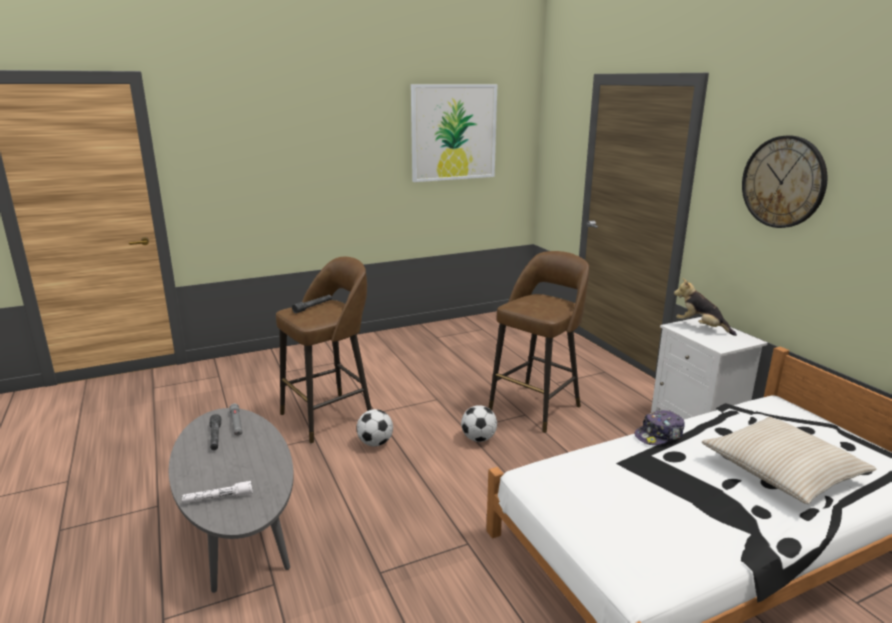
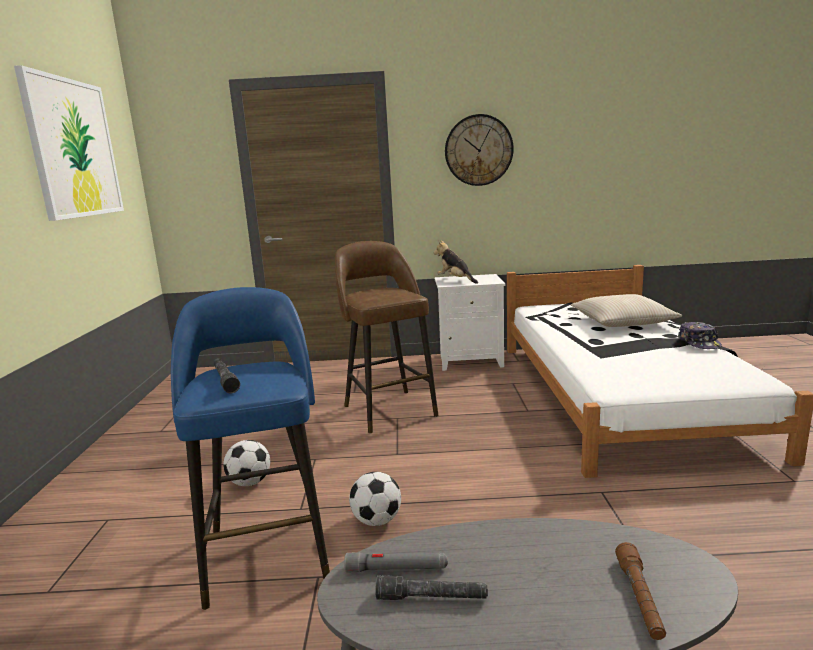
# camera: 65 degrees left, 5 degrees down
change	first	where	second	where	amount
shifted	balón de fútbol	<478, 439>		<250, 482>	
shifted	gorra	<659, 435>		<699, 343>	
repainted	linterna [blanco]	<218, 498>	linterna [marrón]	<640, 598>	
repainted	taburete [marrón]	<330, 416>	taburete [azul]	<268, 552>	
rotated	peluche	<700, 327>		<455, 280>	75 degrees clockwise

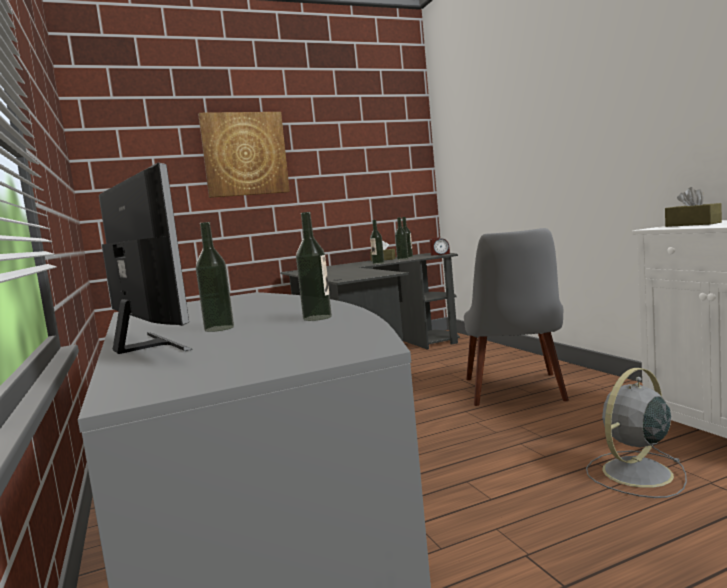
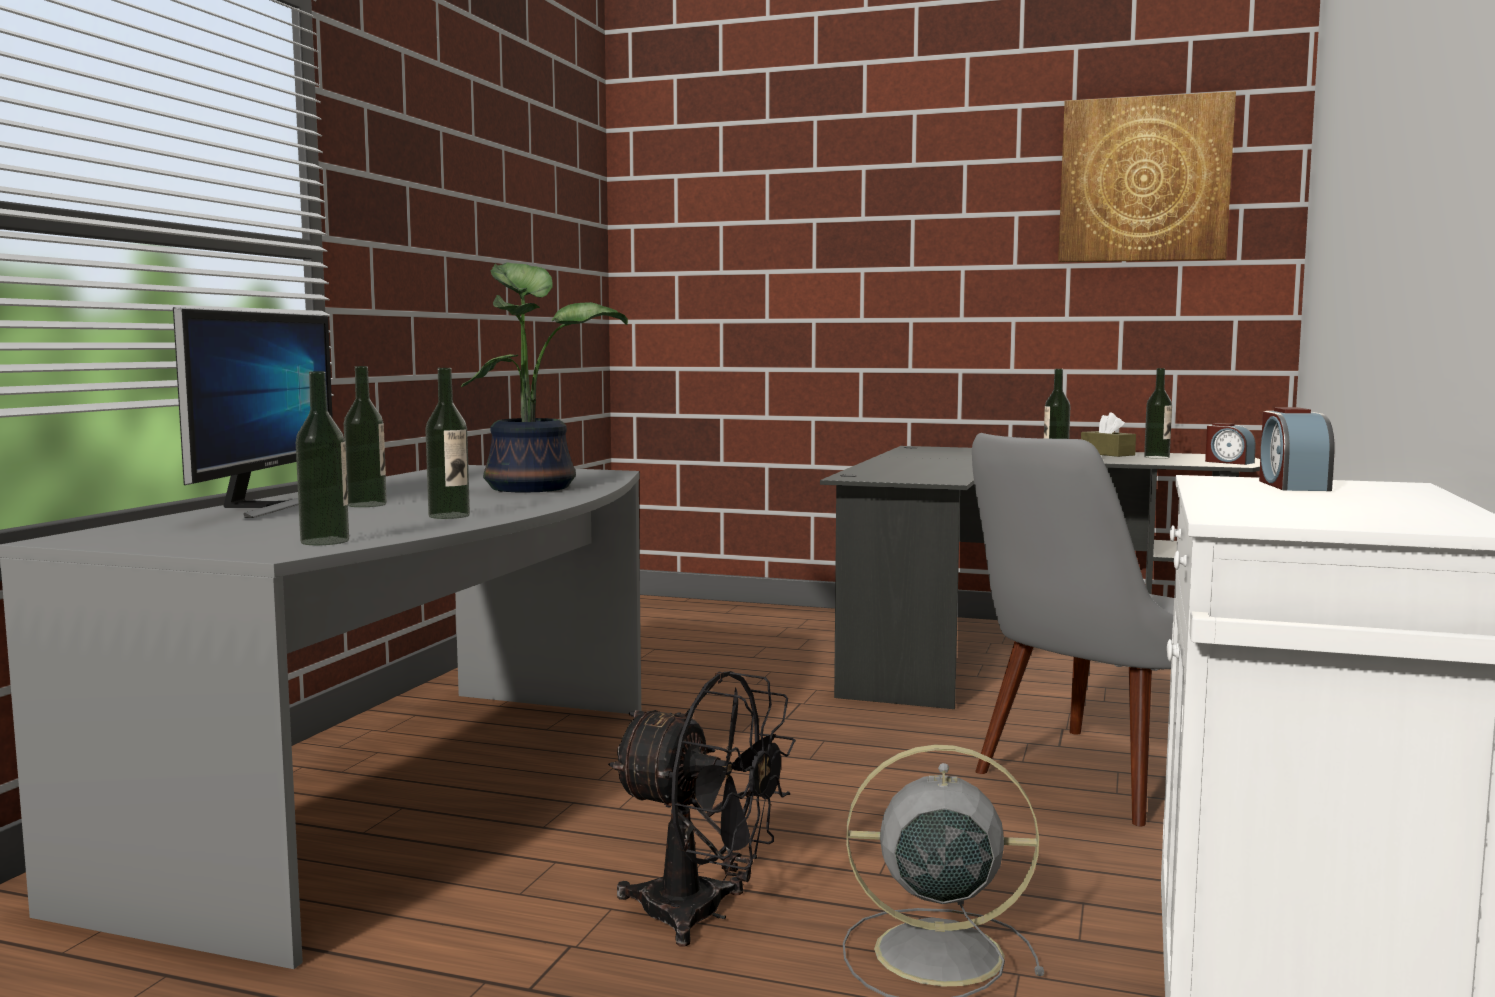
# camera: 40 degrees right, 0 degrees up
change	first	where	second	where	amount
new			planta en maceta	<533, 487>	
new			ventilador [negro]	<702, 914>	
shifted	cuadro	<245, 154>		<1144, 180>	
shifted	botella	<402, 259>		<325, 541>	
swapped	caja de pañuelos [marrón]	<692, 224>	despertador	<1292, 485>	

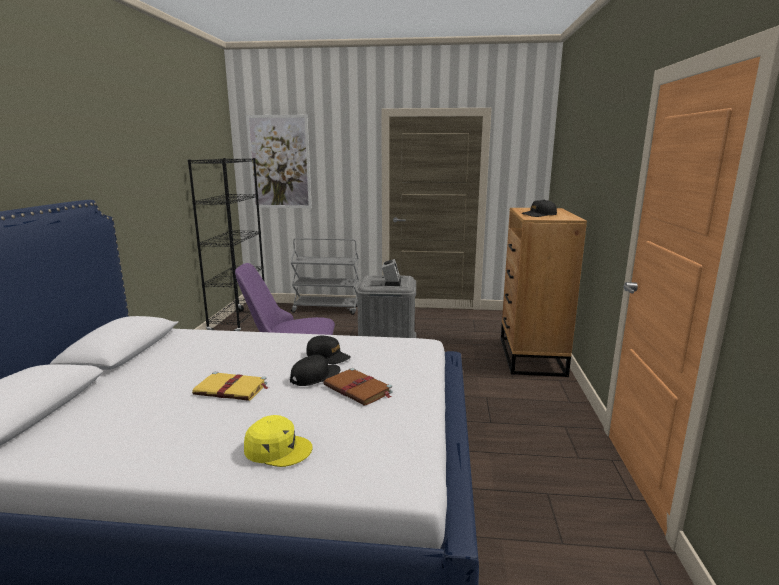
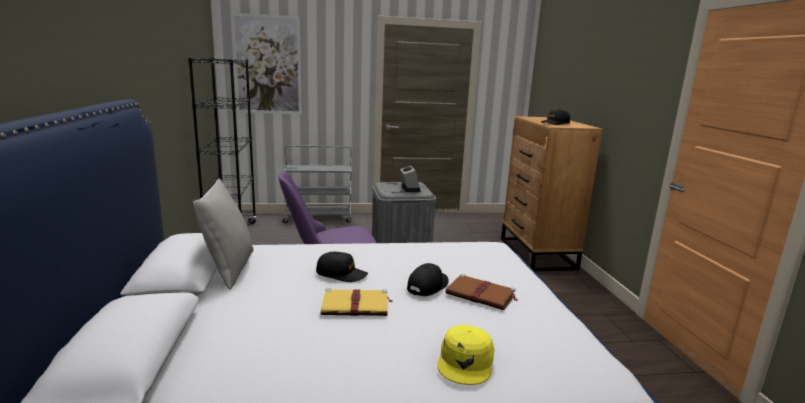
# camera: 15 degrees left, 0 degrees up
change	first	where	second	where	amount
new			cojín [gris]	<228, 269>	
shifted	gorra [negro]	<328, 356>		<341, 274>	
rotated	gorra [amarillo]	<278, 449>		<466, 362>	105 degrees clockwise

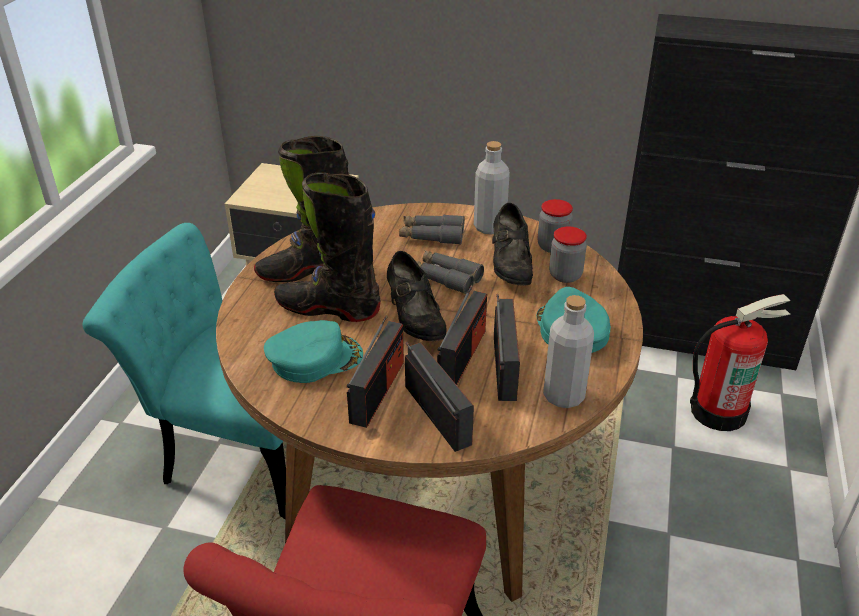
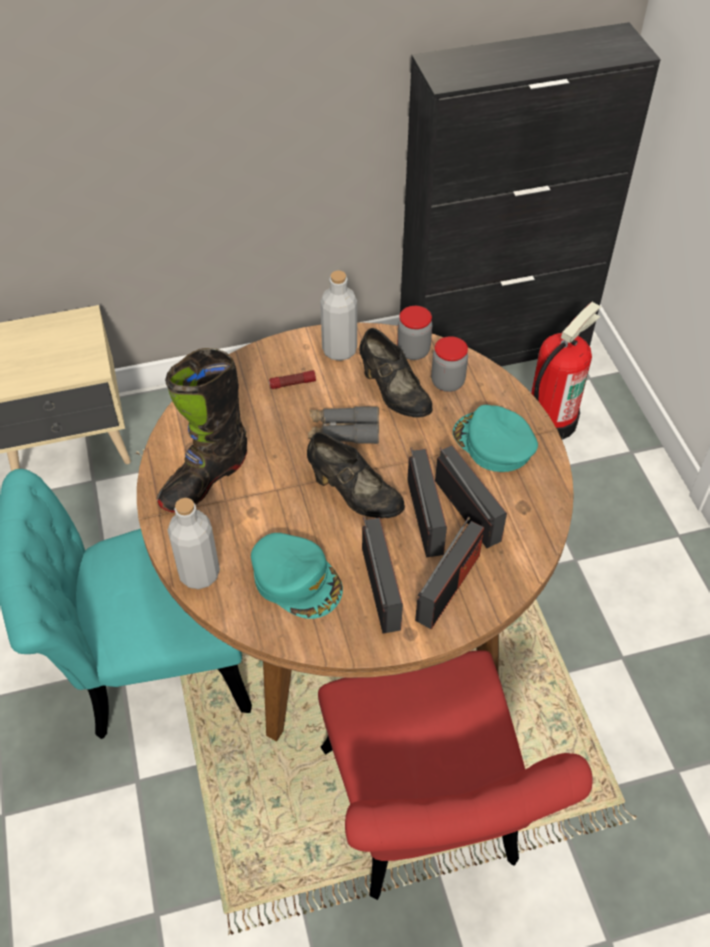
# camera: 30 degrees left, 15 degrees up
change	first	where	second	where	amount
gone	bota [negro]	<328, 308>			
shifted	botella [gris]	<563, 396>		<199, 573>	
swapped	prismáticos [gris]	<432, 235>	linterna	<292, 384>	
rotated	gorra [turquesa]	<314, 358>		<297, 580>	90 degrees clockwise
rotated	radio	<437, 414>		<448, 587>	90 degrees clockwise

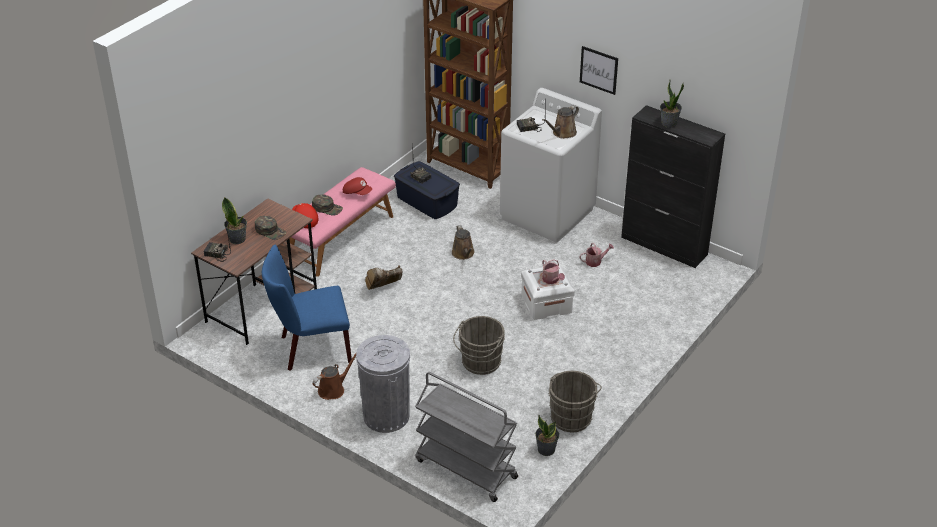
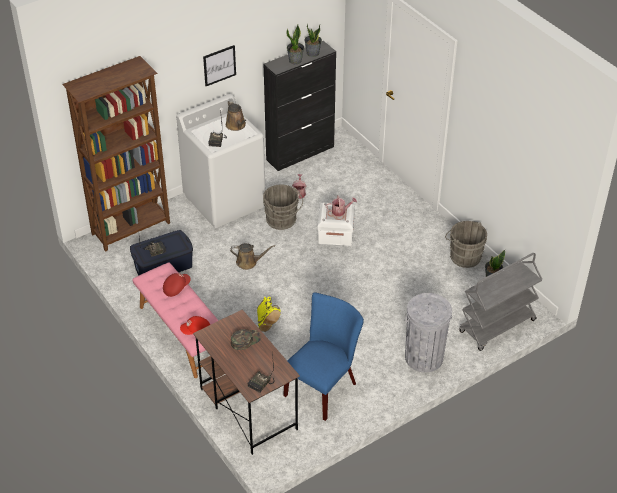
# camera: 70 degrees left, 5 degrees up
change	first	where	second	where	amount
gone	gorra [verde]	<327, 208>			
gone	regadera [marrón]	<333, 389>			
shifted	planta en maceta	<237, 239>		<312, 53>	
shifted	cubo [gris]	<479, 363>		<282, 221>	
repainted	bota [marrón]	<383, 288>	bota [amarillo]	<267, 322>	
rotated	silla [azul]	<311, 349>		<323, 387>	150 degrees counterclockwise

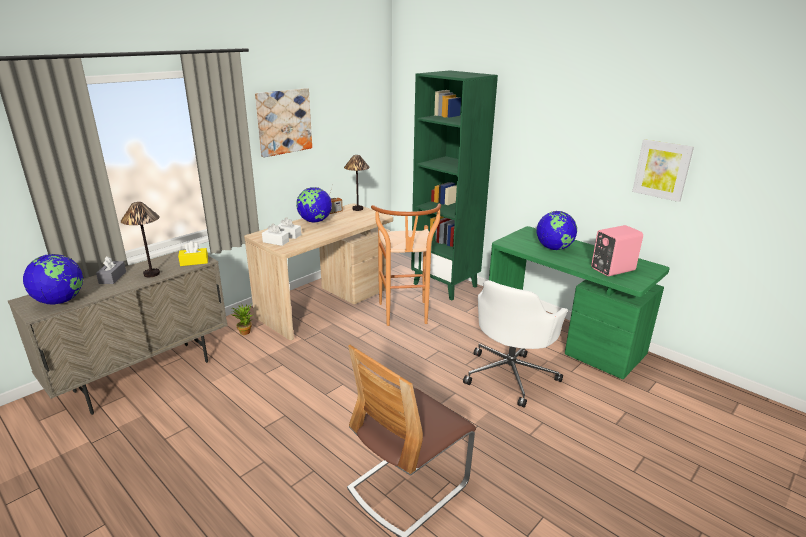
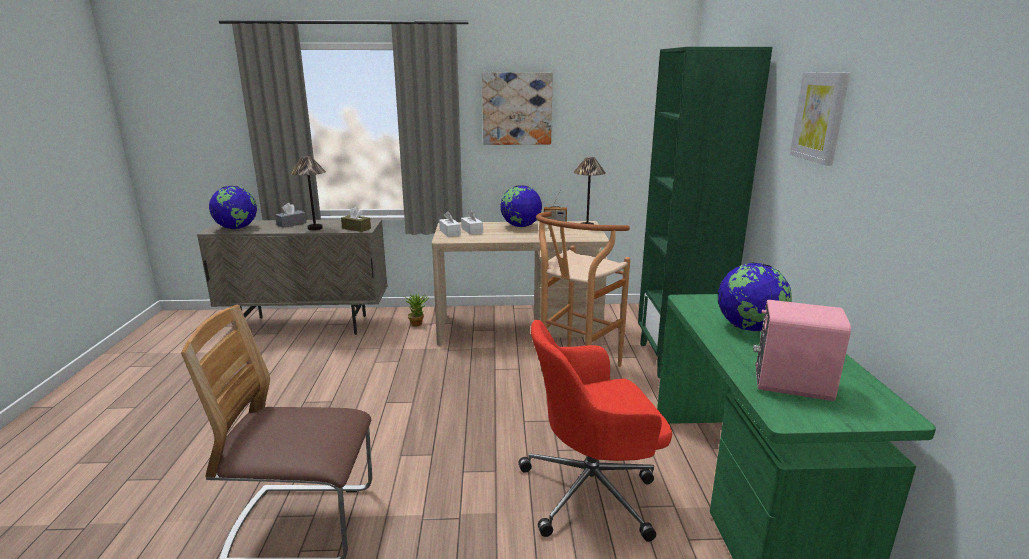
# camera: 45 degrees right, 5 degrees down
change	first	where	second	where	amount
shifted	cuadro	<662, 170>		<820, 117>	
repainted	caja de pañuelos [amarillo]	<194, 262>	caja de pañuelos [marrón]	<356, 228>	
repainted	silla de oficina [blanco]	<510, 374>	silla de oficina [rojo]	<592, 491>	

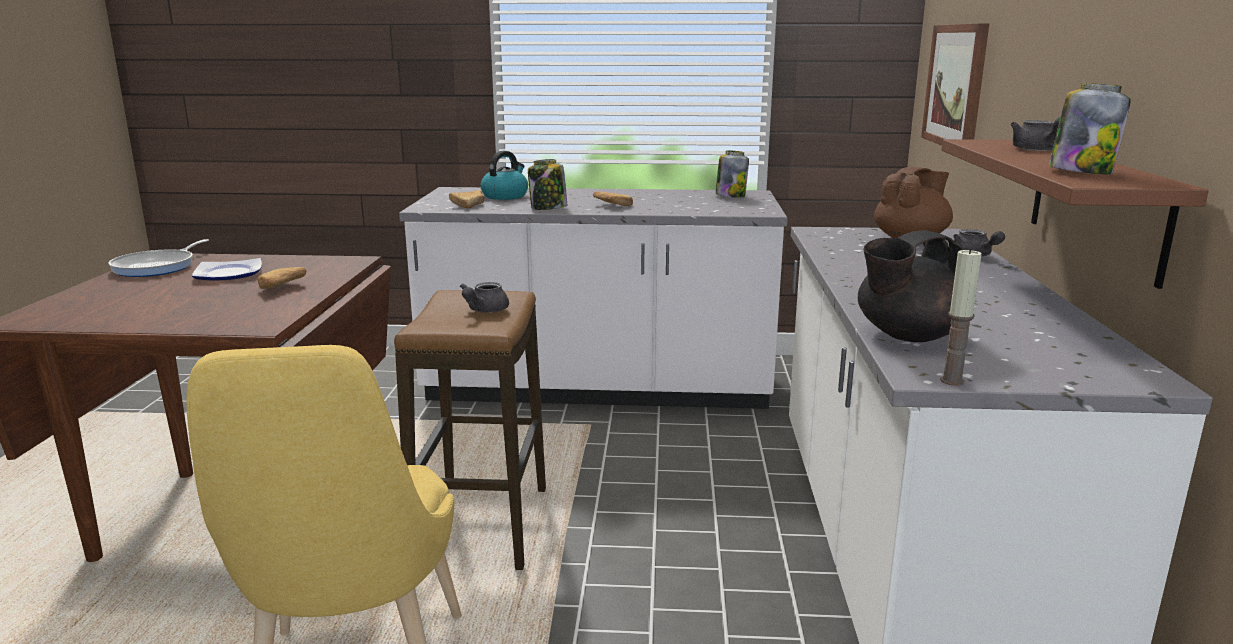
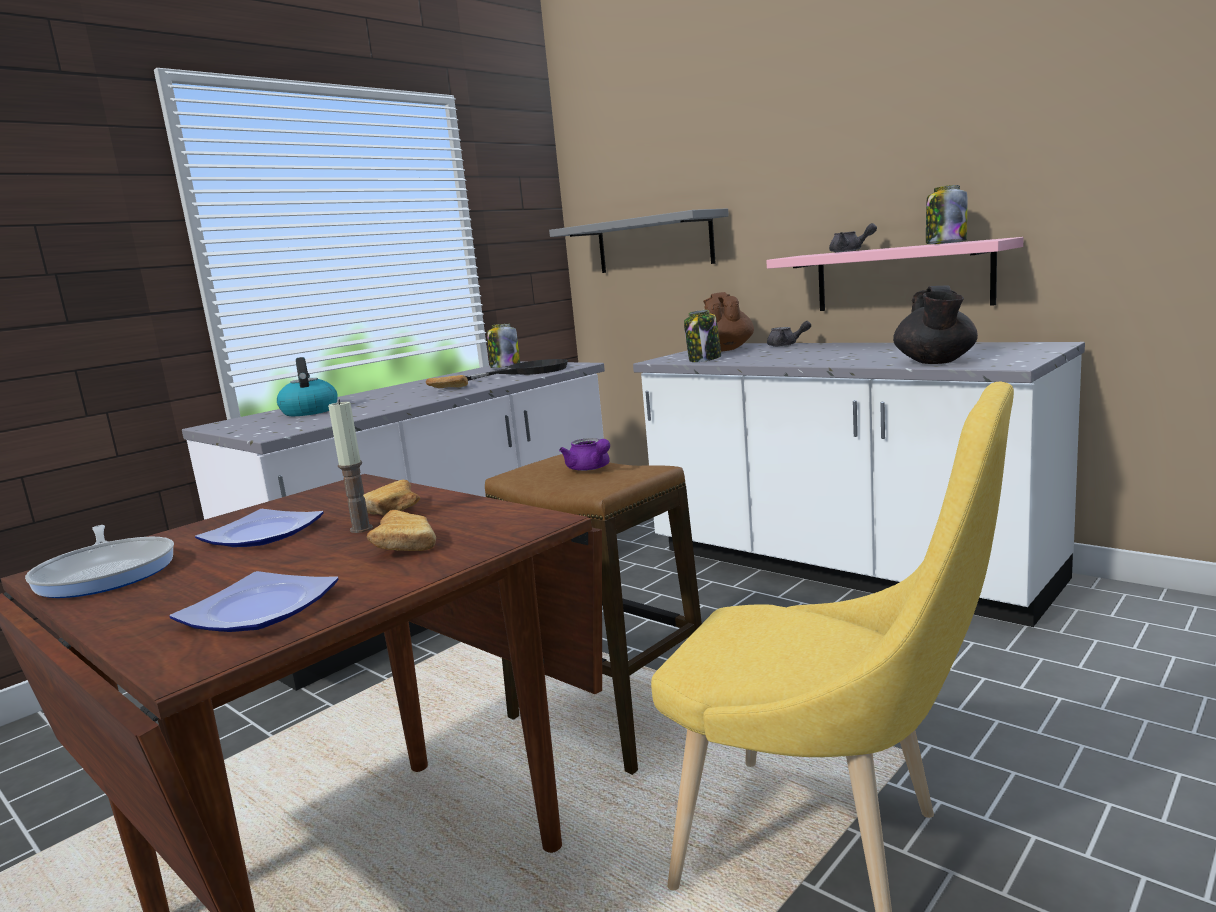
# camera: 50 degrees left, 5 degrees down
change	first	where	second	where	amount
new			plato	<263, 609>	
new			sartén [negro]	<527, 372>	
shifted	pan	<470, 205>		<404, 544>	
shifted	tarro	<548, 208>		<704, 359>	
shifted	vela	<952, 381>		<361, 529>	
swapped	cuadro	<956, 86>	estante [gris]	<654, 243>	
repainted	tetera [gris]	<484, 310>	tetera [morado]	<590, 469>	
repainted	estante [marrón]	<1096, 206>	estante [rosa]	<901, 277>	

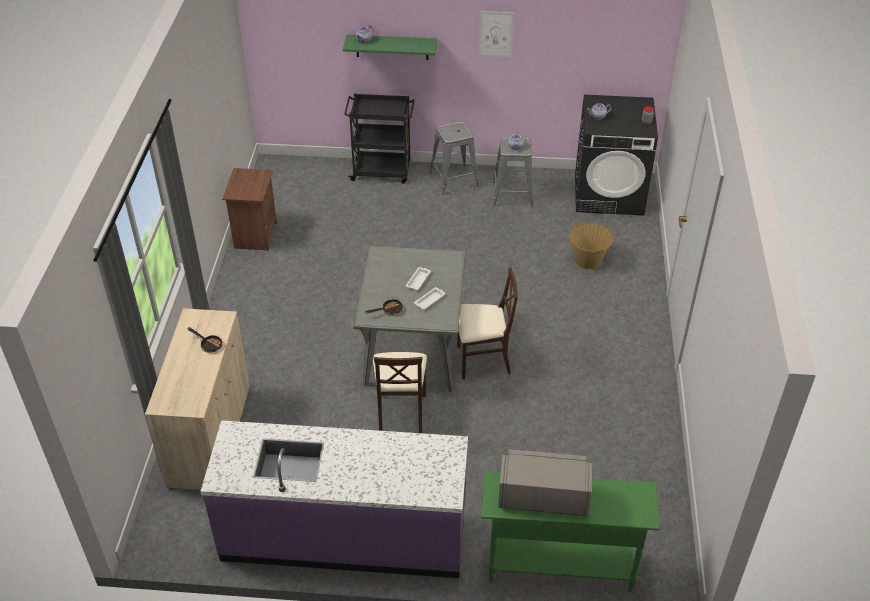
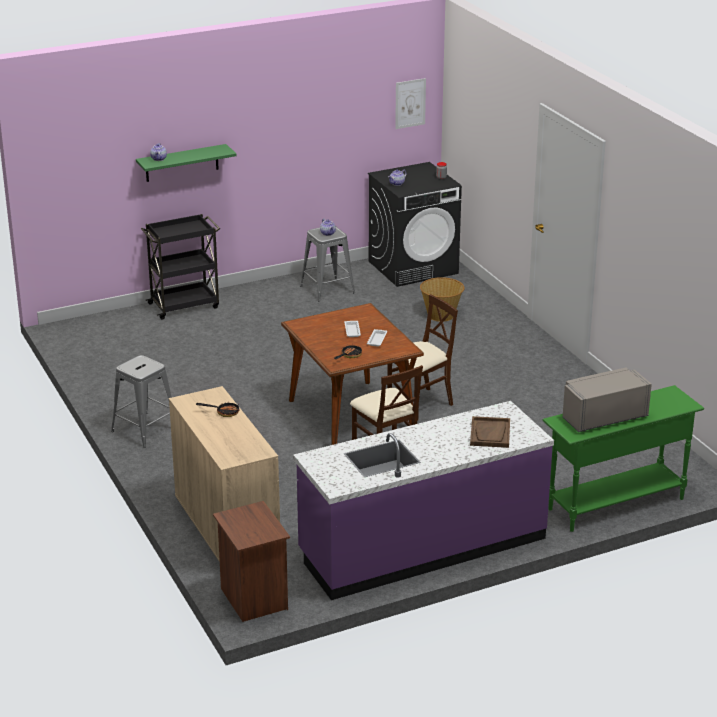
# camera: 30 degrees left, 15 degrees down
change	first	where	second	where	amount
new			bandeja [marrón]	<490, 434>	
shifted	mesita de noche [marrón]	<254, 235>		<252, 599>	
shifted	taburete [gris]	<454, 179>		<145, 430>	
shifted	cuadro	<496, 34>		<410, 103>	
repainted	mesa de comedor [gris]	<412, 349>	mesa de comedor [marrón]	<351, 415>	

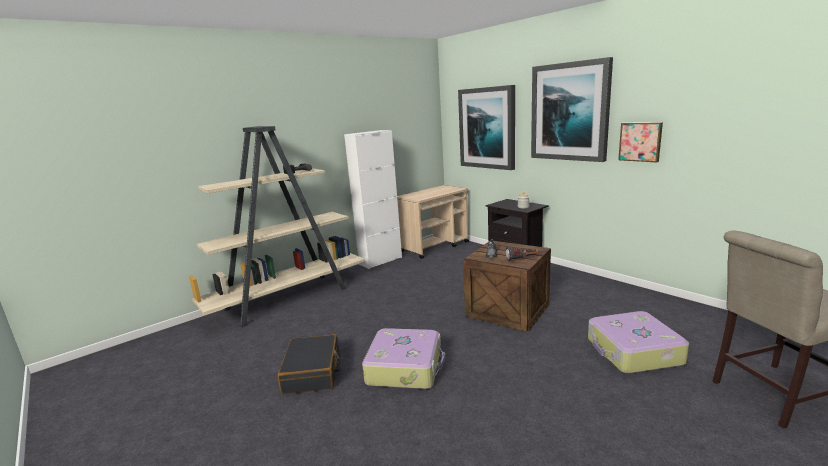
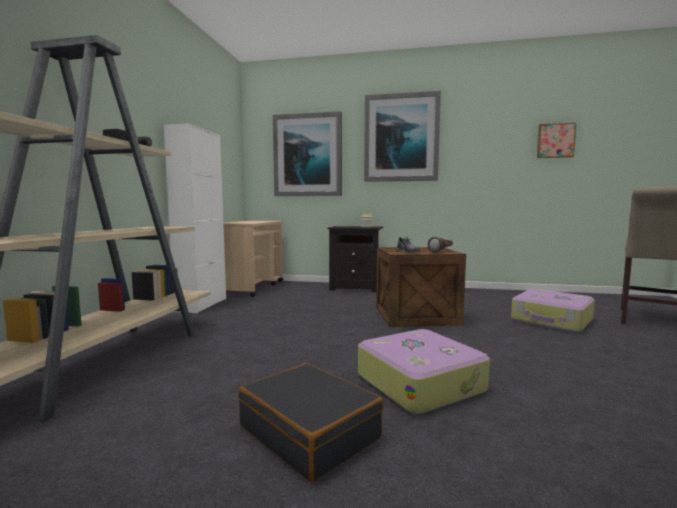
# camera: 40 degrees left, 10 degrees down
change	first	where	second	where	amount
shifted	cuadro	<640, 141>		<555, 141>	

